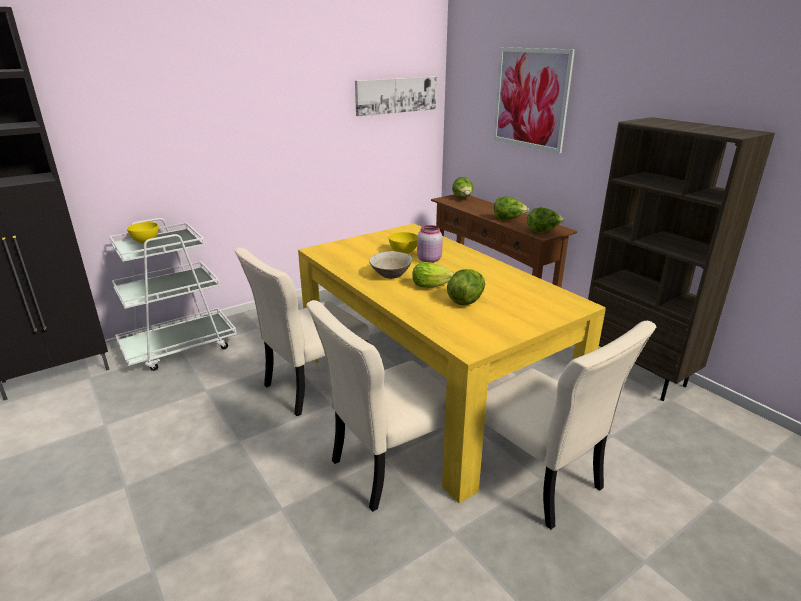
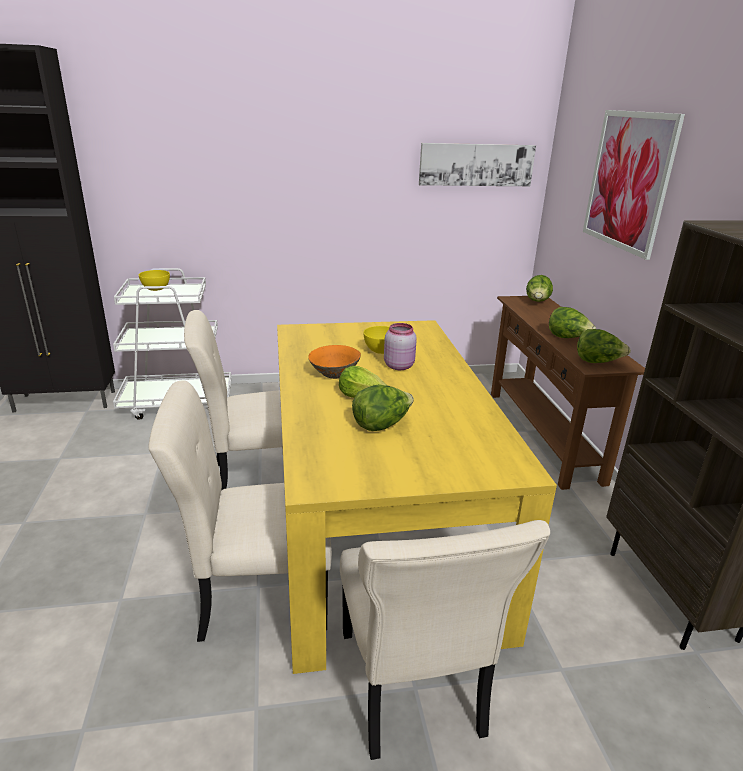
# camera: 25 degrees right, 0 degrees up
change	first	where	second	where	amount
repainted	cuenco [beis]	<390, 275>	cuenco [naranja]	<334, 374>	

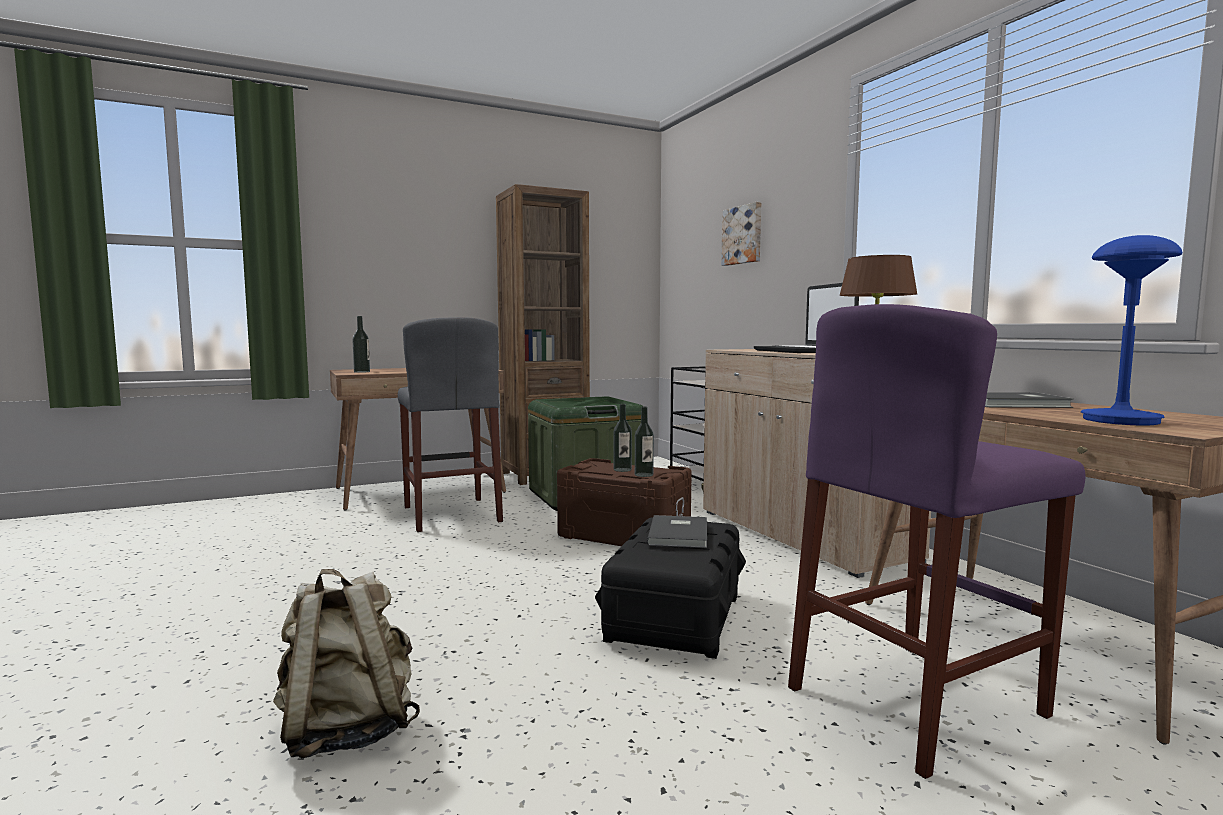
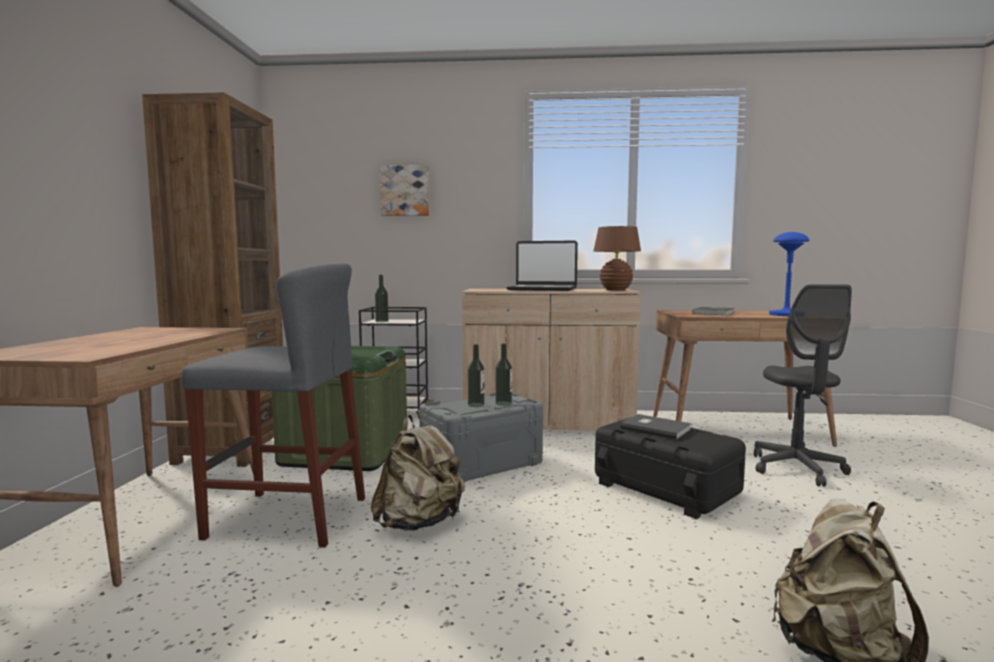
# camera: 60 degrees left, 0 degrees up
change	first	where	second	where	amount
new			mochila [beis]	<419, 523>	
shifted	botella	<362, 372>		<382, 321>	
swapped	taburete [morado]	<916, 701>	silla de oficina [gris]	<796, 469>	
repainted	caja de almacenaje [marrón]	<624, 535>	caja de almacenaje [gris]	<481, 464>	

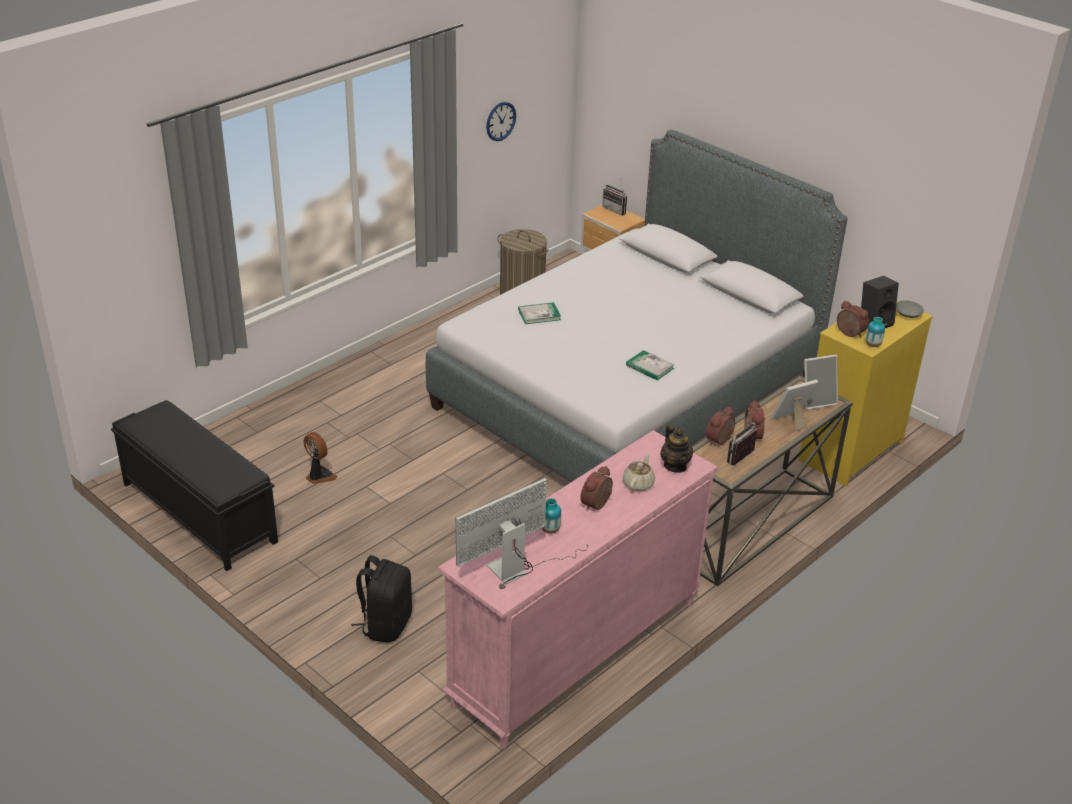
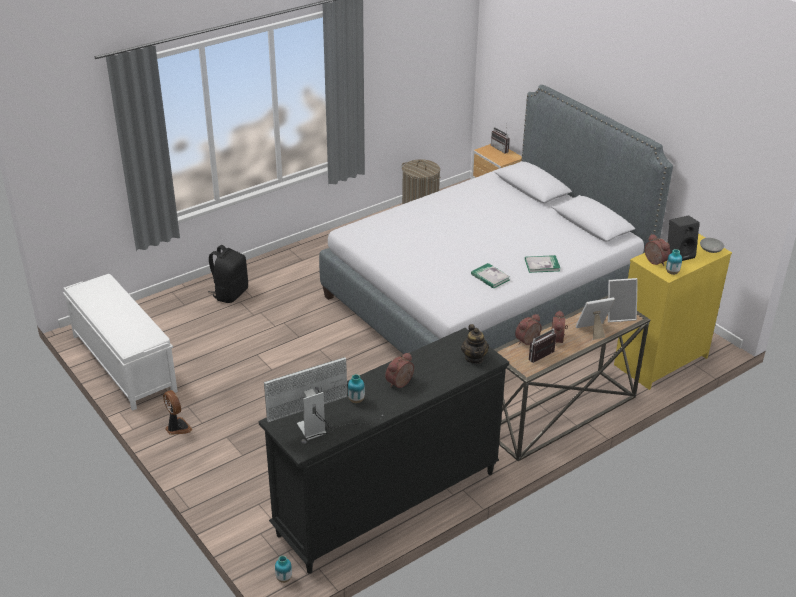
# camera: 10 degrees right, 0 degrees up
change	first	where	second	where	amount
gone	reloj de pared	<500, 121>			
gone	tetera [beis]	<638, 483>			
new			florero	<284, 579>	
shifted	ventilador	<319, 476>		<177, 428>	
shifted	mochila [negro]	<385, 624>		<230, 294>	
shifted	libro	<539, 315>		<542, 265>	
repainted	banco [negro]	<198, 512>	banco [blanco]	<123, 363>	
repainted	cómoda [rosa]	<575, 653>	cómoda [negro]	<387, 503>	

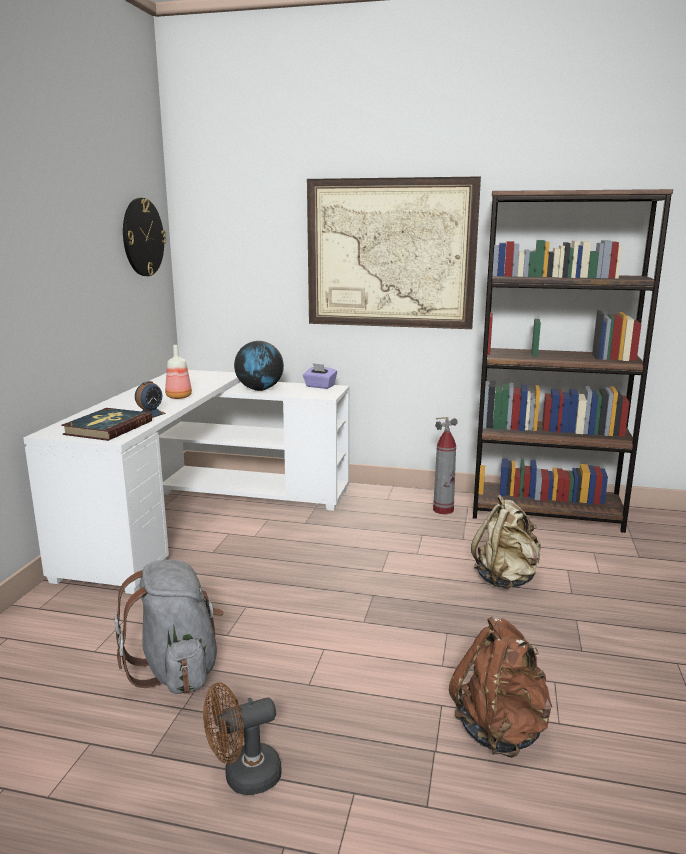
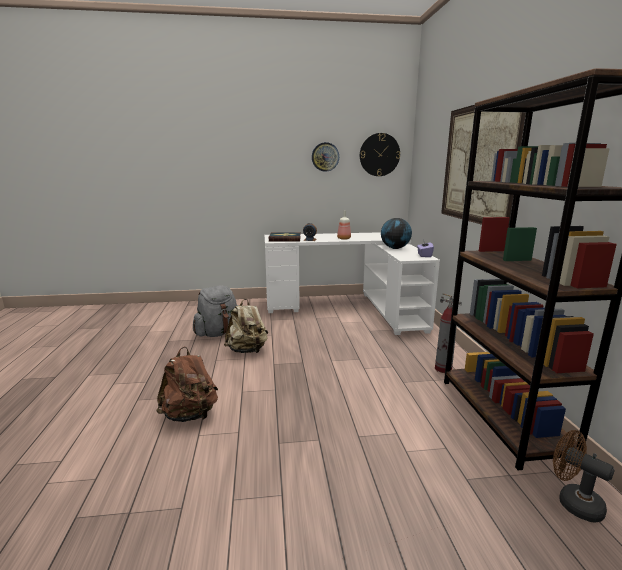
# camera: 70 degrees right, 0 degrees up
change	first	where	second	where	amount
new			reloj de pared	<325, 157>	
shifted	ventilador [marrón]	<243, 777>		<573, 502>	
shifted	mochila [beis]	<506, 579>		<247, 350>	

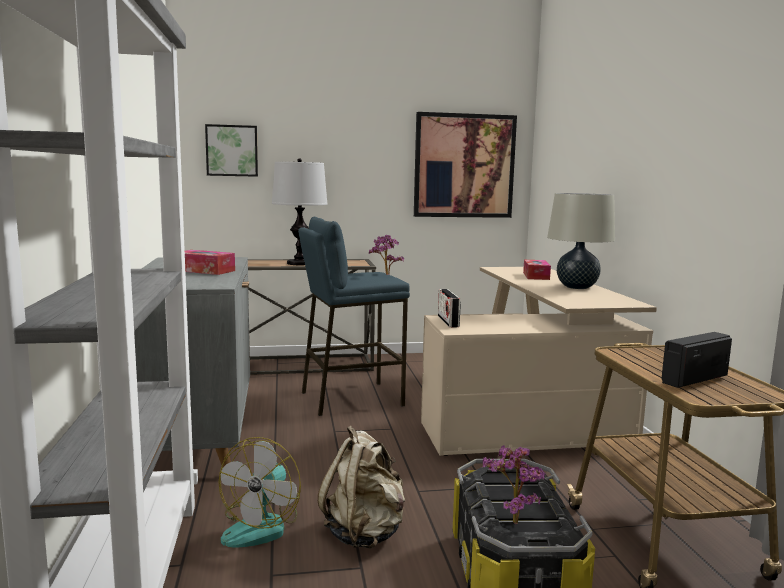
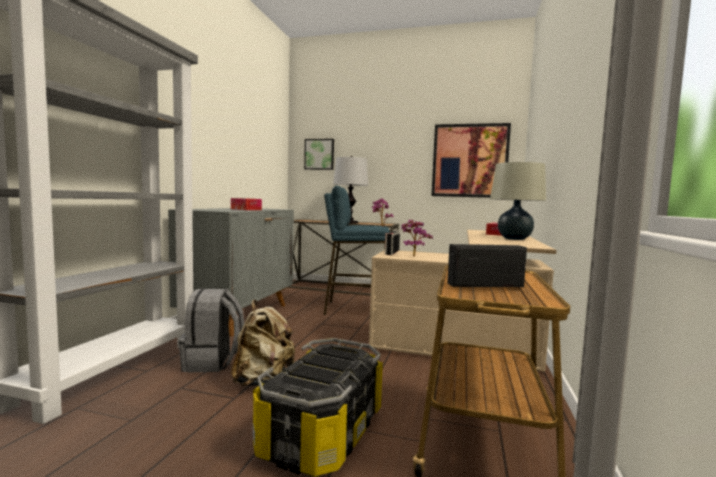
# camera: 25 degrees right, 5 degrees down
change	first	where	second	where	amount
shifted	planta en maceta	<511, 520>		<413, 256>	
swapped	ventilador	<262, 526>	mochila [gris]	<212, 362>	

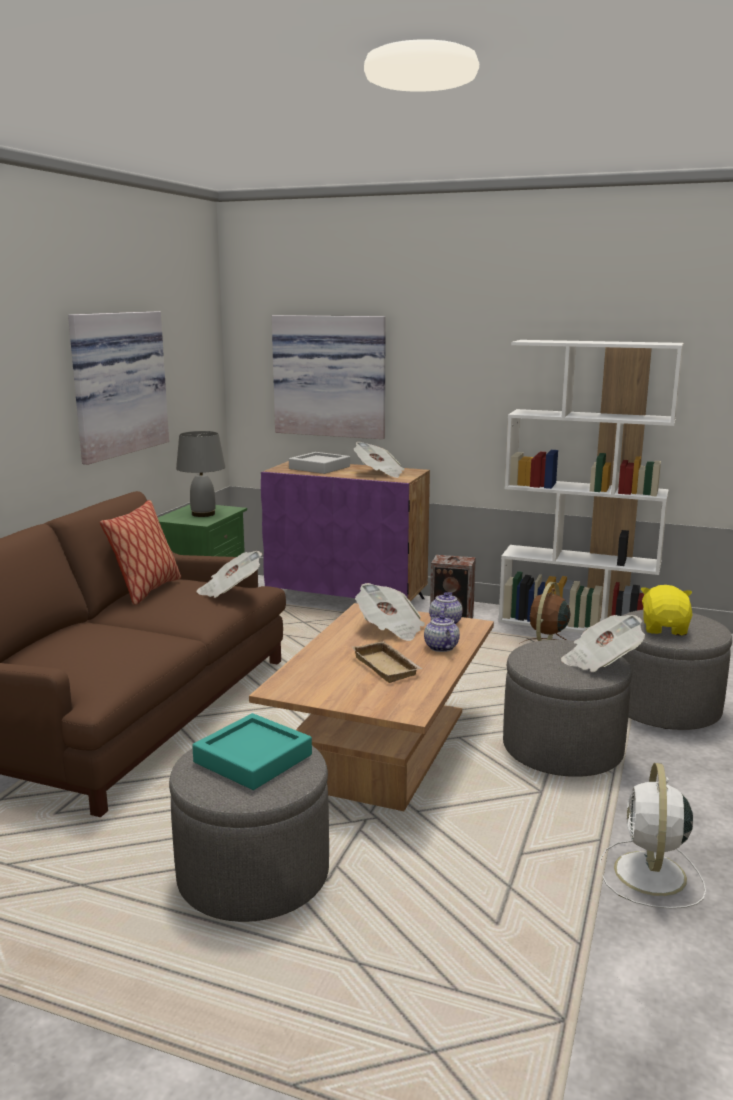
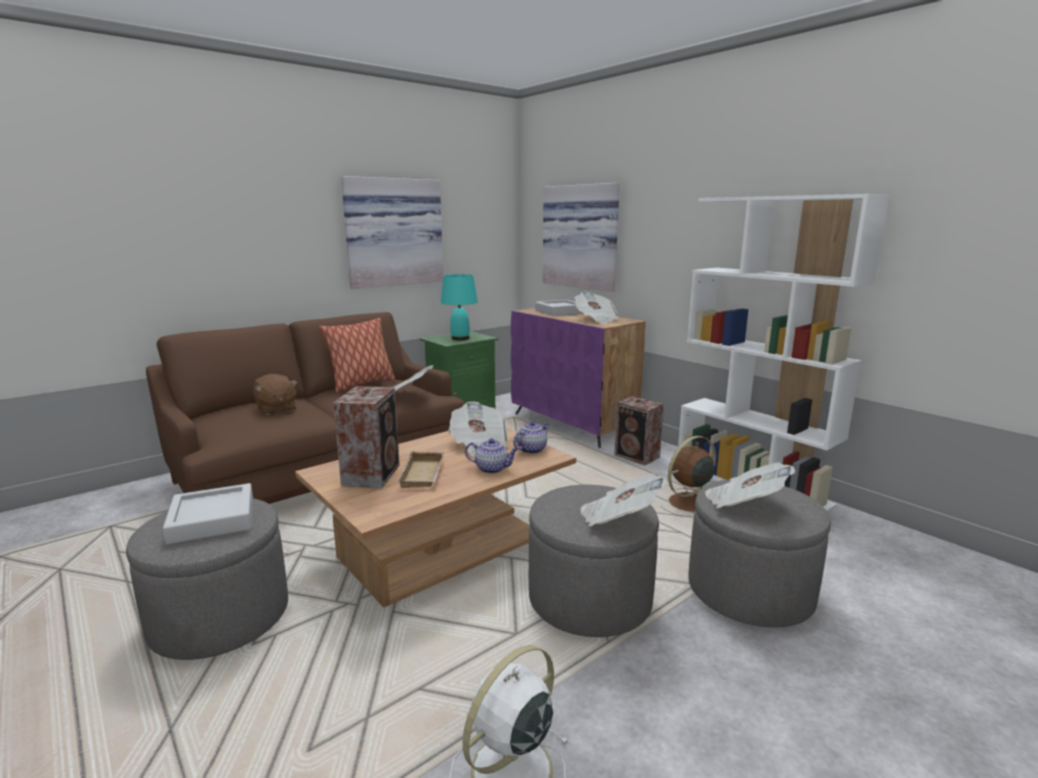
# camera: 30 degrees right, 0 degrees up
change	first	where	second	where	amount
new			peluche [marrón]	<276, 409>	
new			altavoz	<373, 474>	
swapped	peluche [amarillo]	<665, 629>	periódico	<744, 504>	
repainted	lámpara de mesa [gris]	<203, 514>	lámpara de mesa [turquesa]	<460, 338>	
repainted	bandeja [turquesa]	<253, 758>	bandeja [gris]	<212, 519>	
rotated	tetera	<440, 647>		<492, 469>	90 degrees clockwise

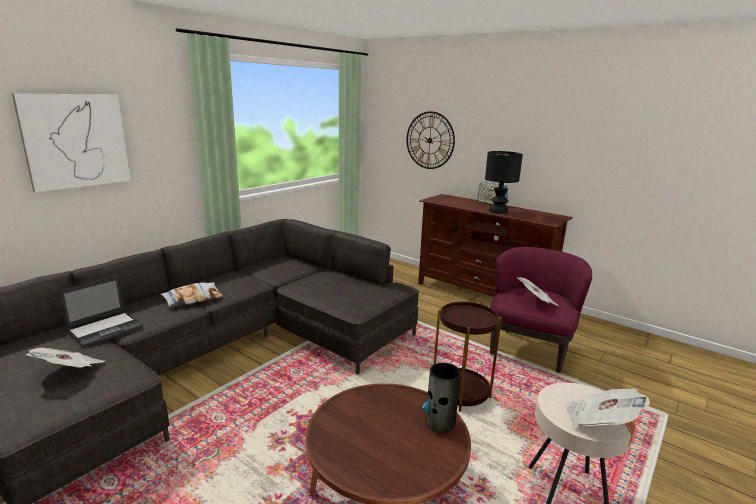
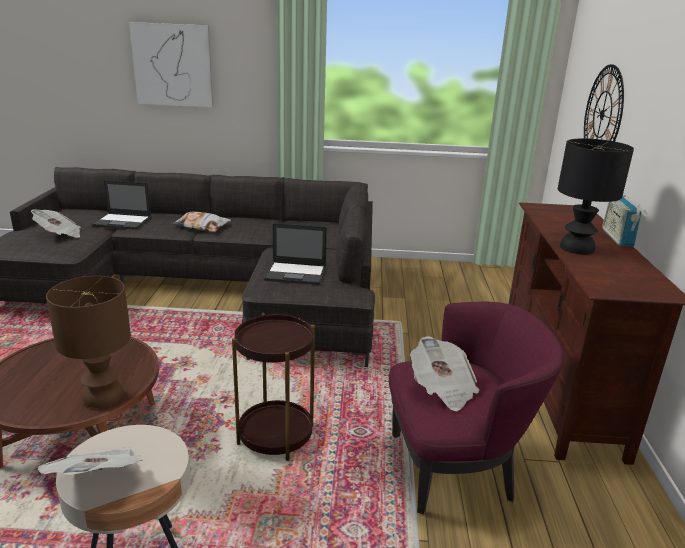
# camera: 55 degrees right, 5 degrees up
change	first	where	second	where	amount
new			portátil	<296, 273>	
swapped	florero	<440, 422>	lámpara de mesa [marrón]	<103, 397>	

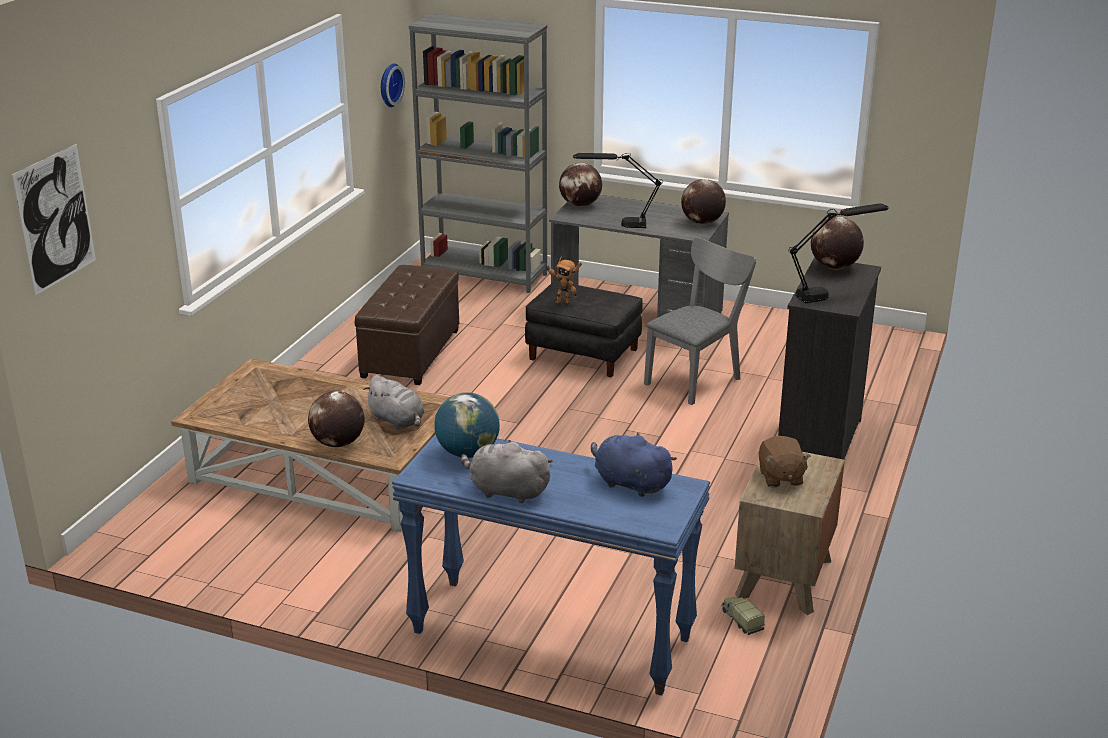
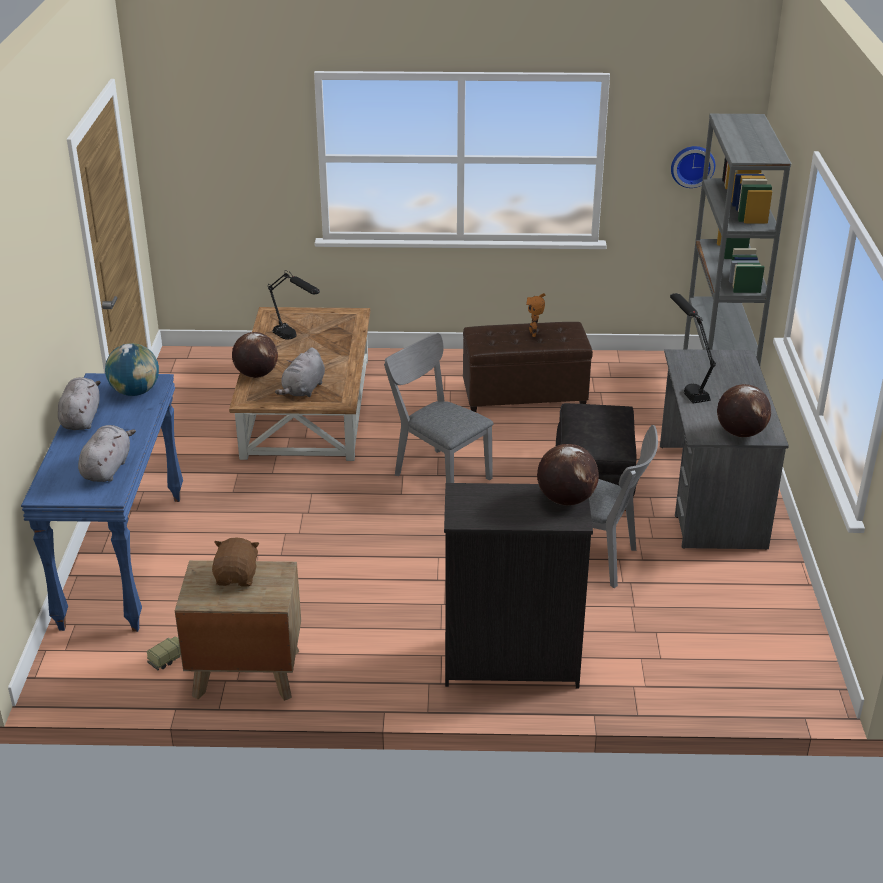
# camera: 70 degrees right, 5 degrees up
change	first	where	second	where	amount
gone	cuadro	<55, 219>			
gone	globo terráqueo	<580, 205>			
new			silla [gris]	<438, 473>	
shifted	robot de juguete	<562, 302>		<534, 334>	
shifted	lámpara de mesa [negro]	<831, 294>		<295, 340>	
repainted	peluche [azul]	<629, 483>	peluche [gris]	<107, 468>	
rotated	peluche [marrón]	<780, 477>		<237, 577>	120 degrees clockwise

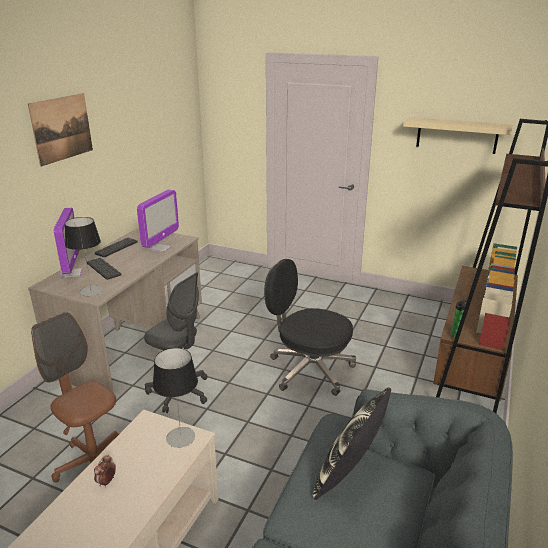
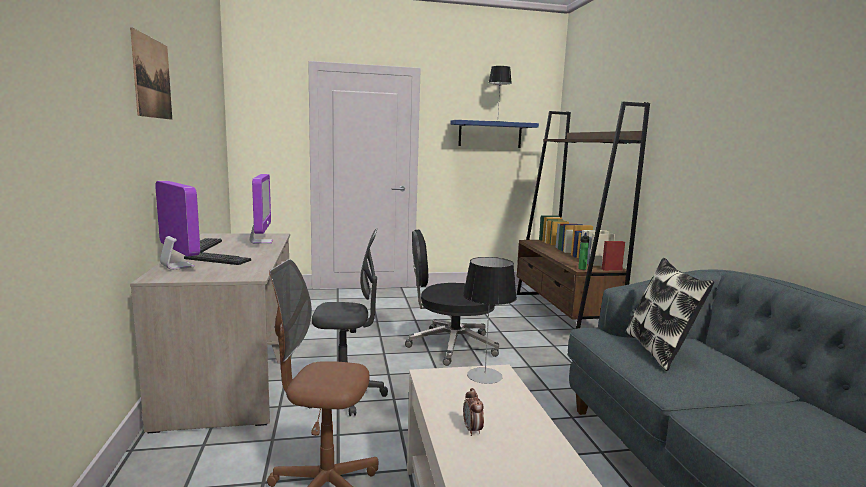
# camera: 35 degrees left, 15 degrees down
change	first	where	second	where	amount
shifted	lámpara de mesa	<91, 291>		<497, 121>	
repainted	estante [beis]	<456, 135>	estante [azul]	<490, 134>	

